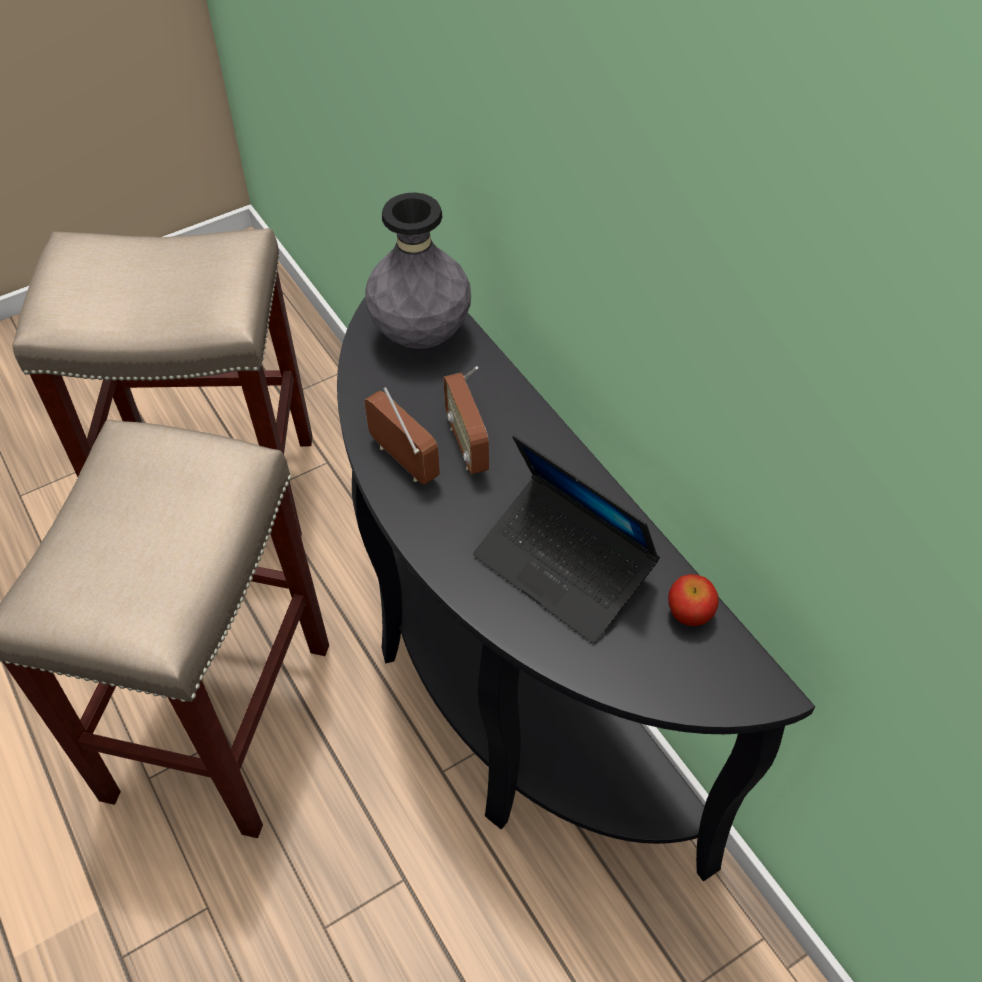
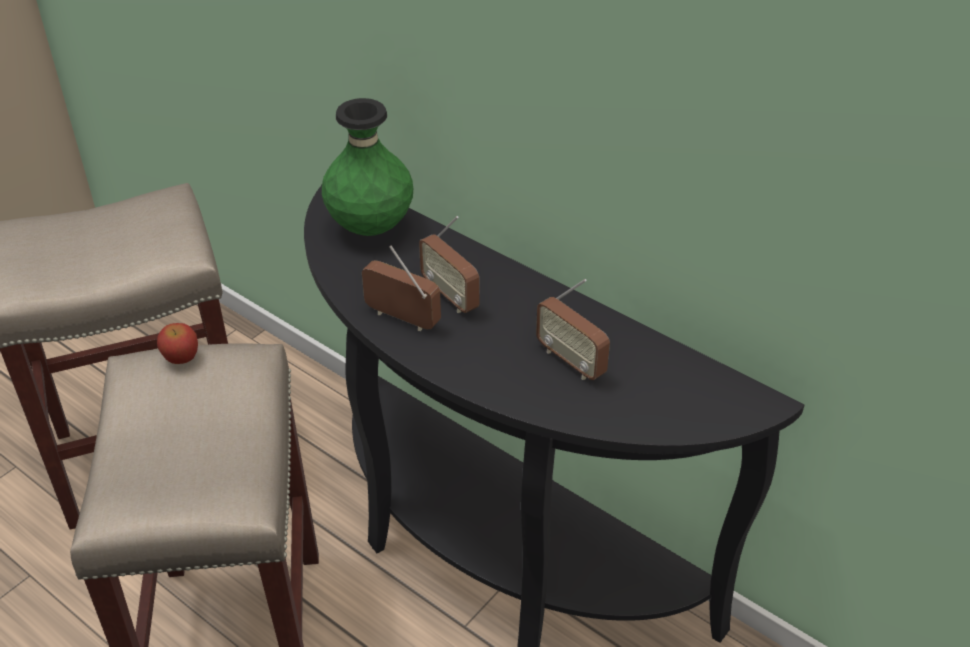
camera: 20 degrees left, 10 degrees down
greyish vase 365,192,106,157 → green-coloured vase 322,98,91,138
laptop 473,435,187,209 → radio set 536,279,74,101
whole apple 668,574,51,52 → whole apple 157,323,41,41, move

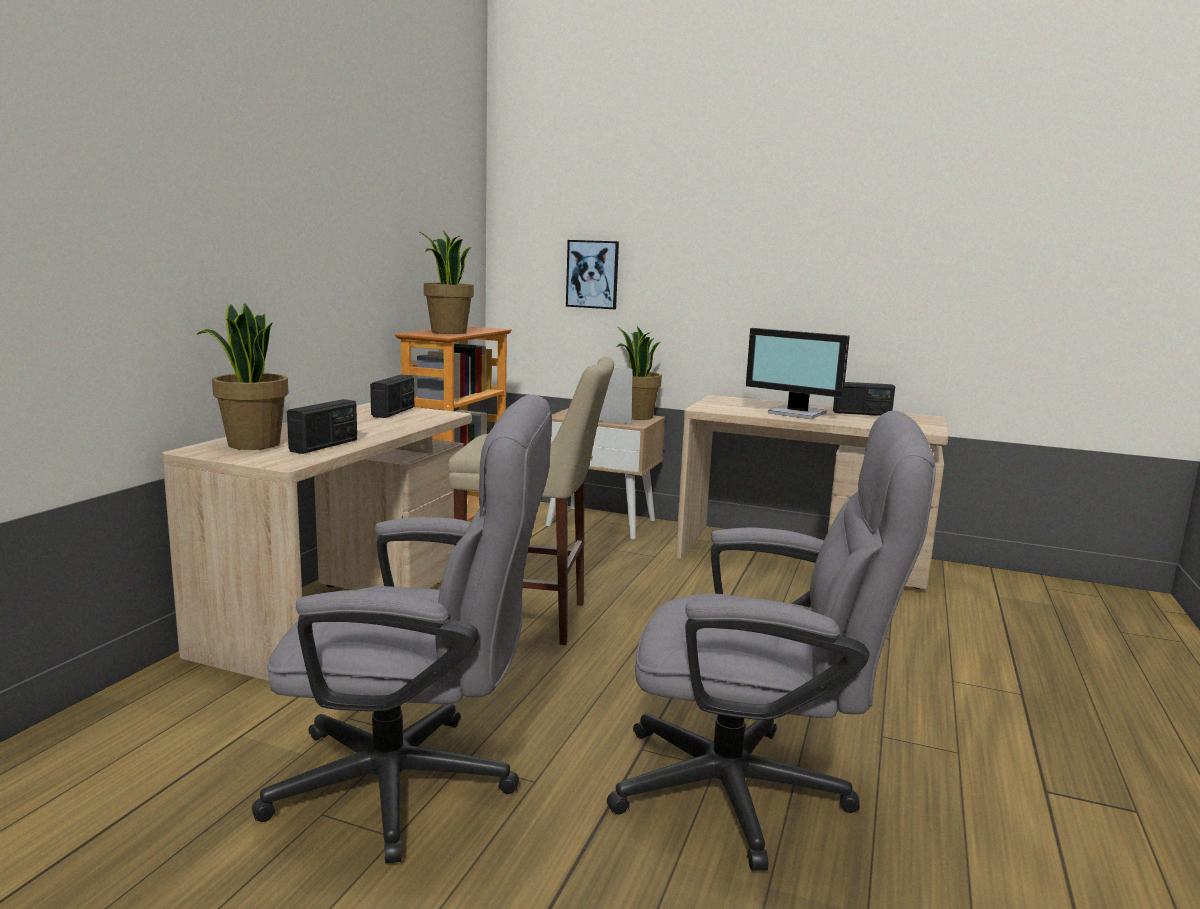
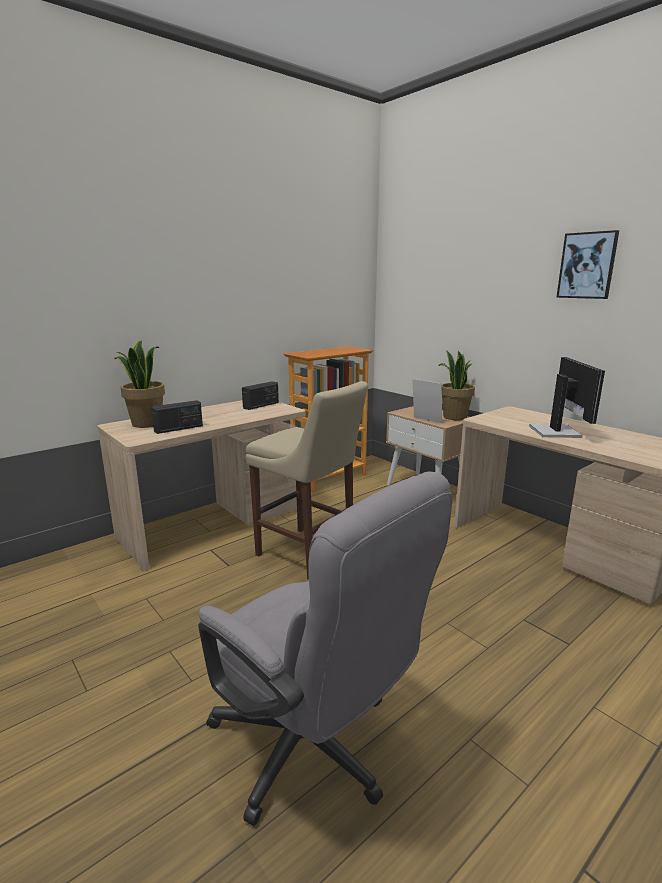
camera: 30 degrees right, 5 degrees up
potted plant 420,230,54,104 → -
picture 566,240,53,69 → picture 556,230,63,69, move
computer screen 746,328,104,91 → computer screen 529,357,76,81, 150 degrees counterclockwise
radio set 833,382,62,34 → -
greyish desk chair 252,395,300,469 → -

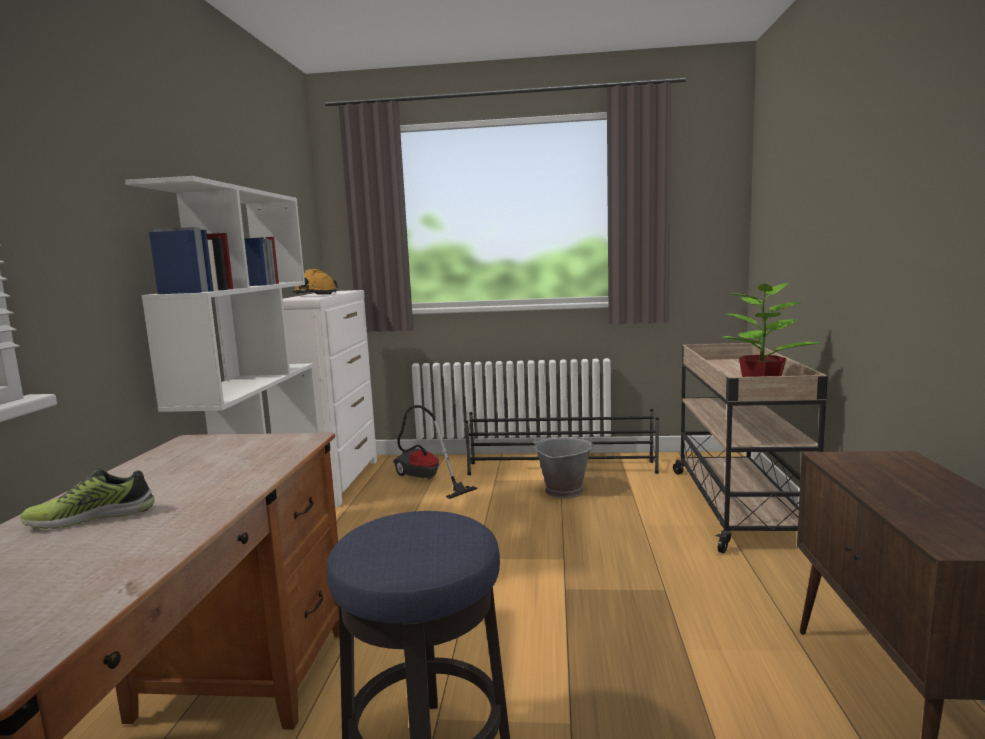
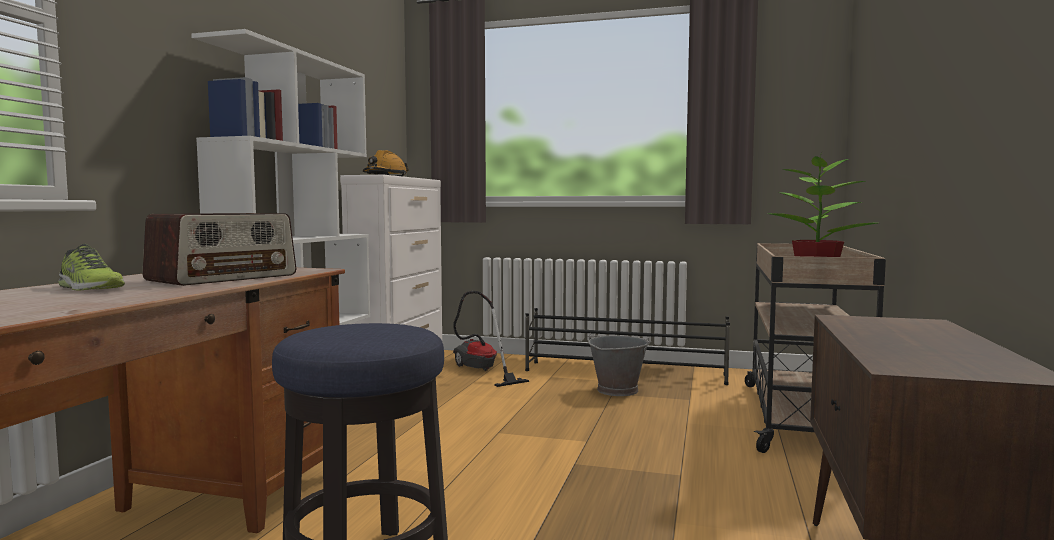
camera: 10 degrees right, 5 degrees down
item of footwear 20,469,135,60 → item of footwear 58,244,67,47, 135 degrees counterclockwise
- → radio set 142,213,154,73

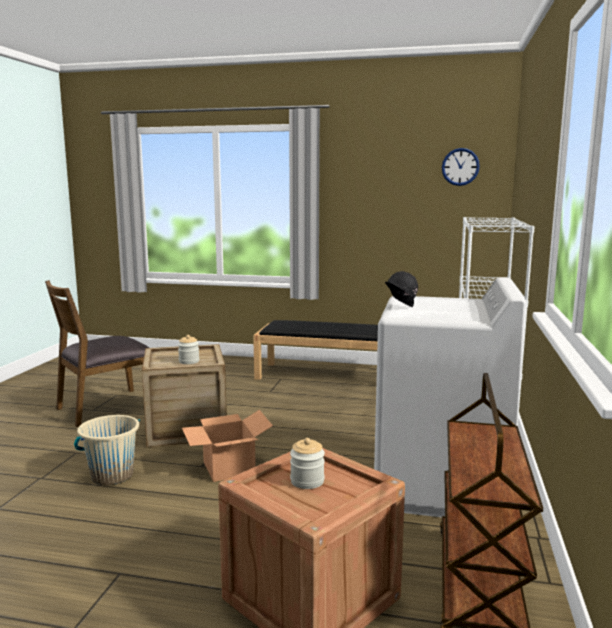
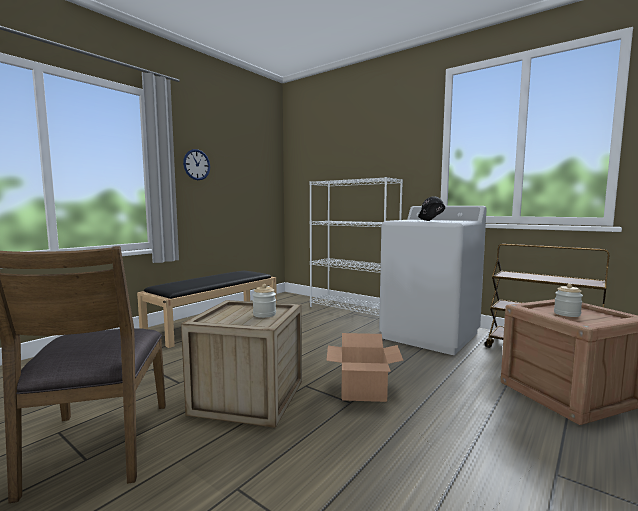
camera: 65 degrees left, 5 degrees down
hanging clock 442,148,38,38 → hanging clock 183,149,27,31, move
sand-coloured pail 74,415,66,70 → -

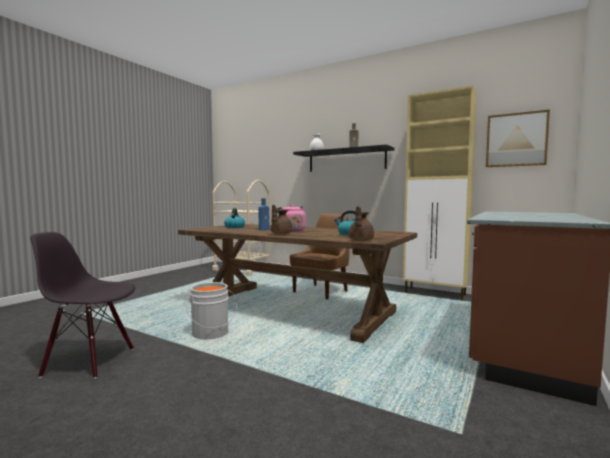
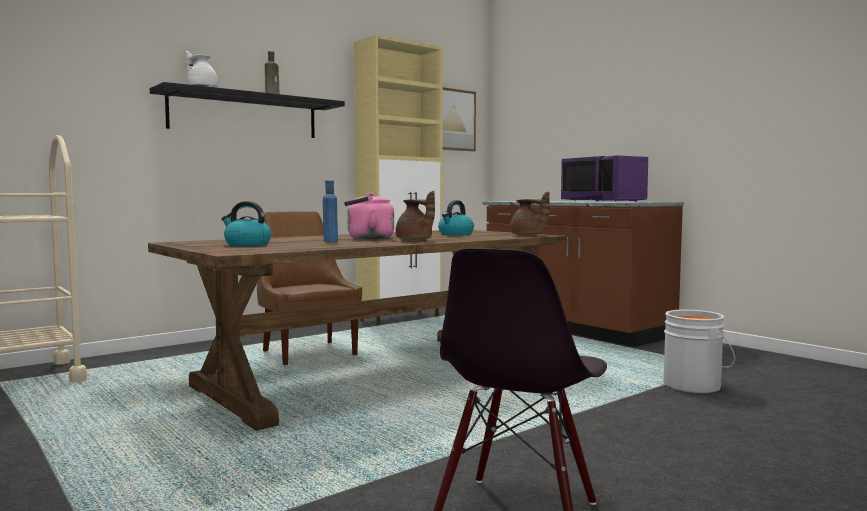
camera: 70 degrees left, 0 degrees up
greyish pail 186,282,51,57 → greyish pail 664,309,71,84, move
- → purple kitchen microwave 561,155,87,47

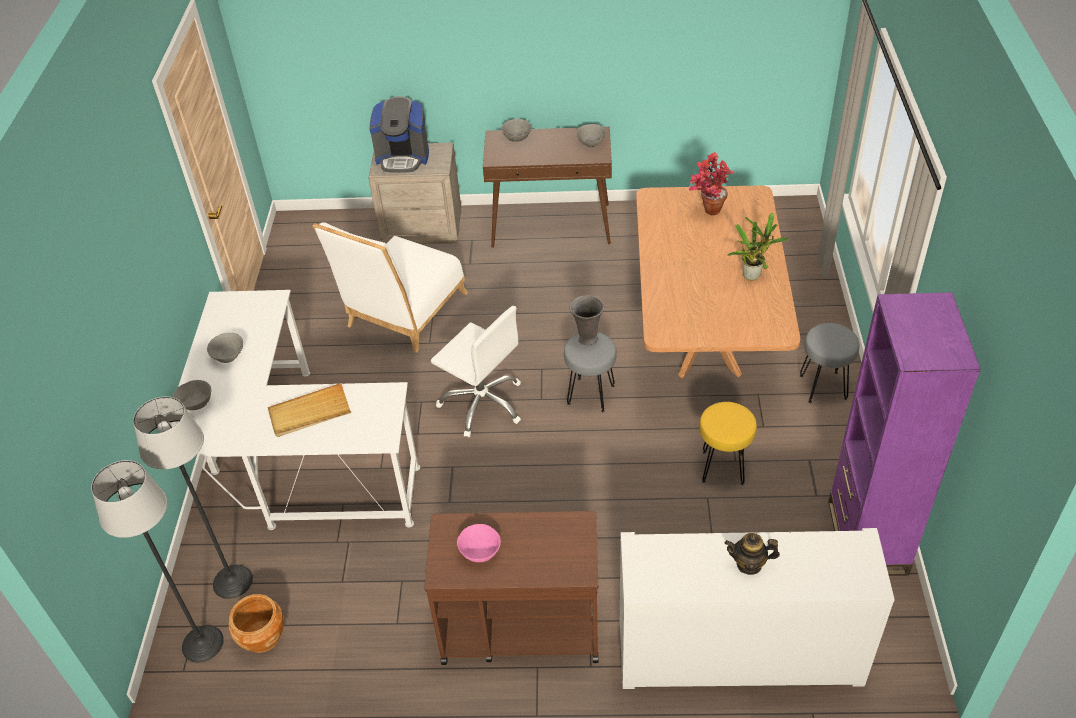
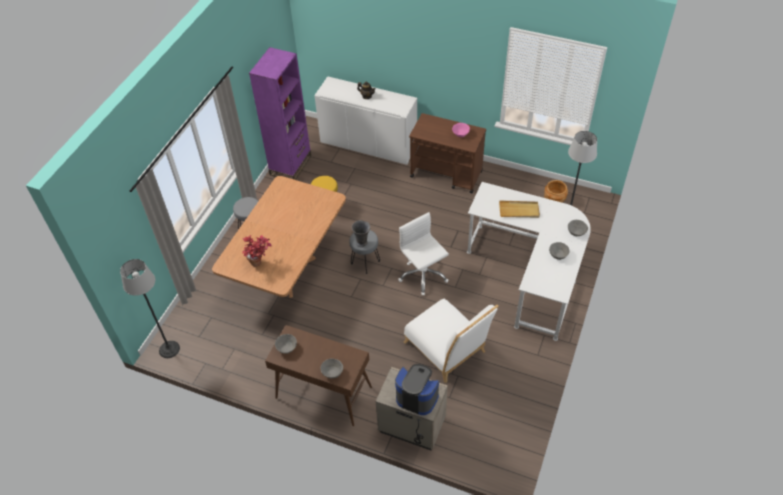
camera: 160 degrees left, 5 degrees up
potted plant 728,213,61,68 → -
white-coloured plain chair 312,222,156,131 → white-coloured plain chair 404,299,95,84, 90 degrees clockwise
standard lamp 91,460,133,203 → standard lamp 120,259,60,99, move

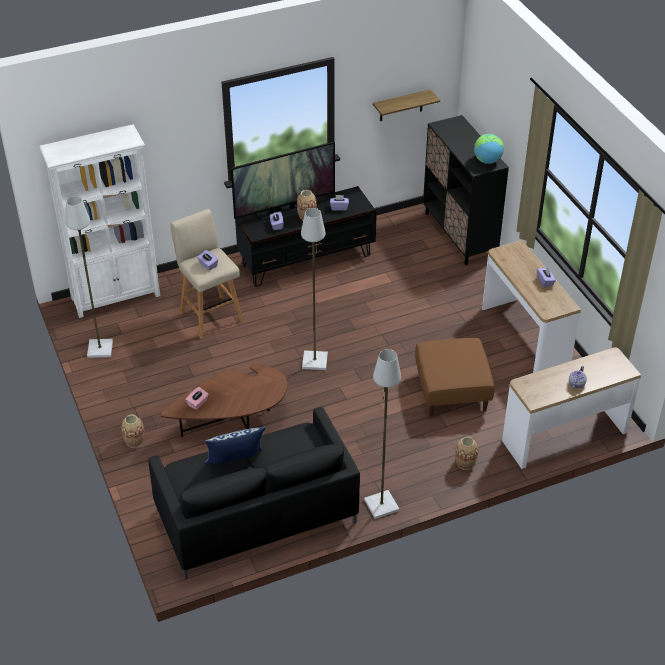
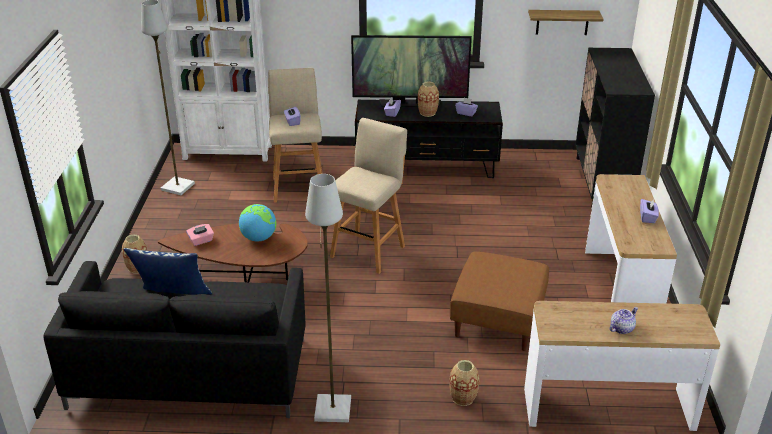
camera: 25 degrees right, 10 degrees down
globe 474,134,30,30 → globe 239,204,37,38, move
greyish standard lamp 301,208,27,162 → sand-coloured sitting stool 330,118,77,156

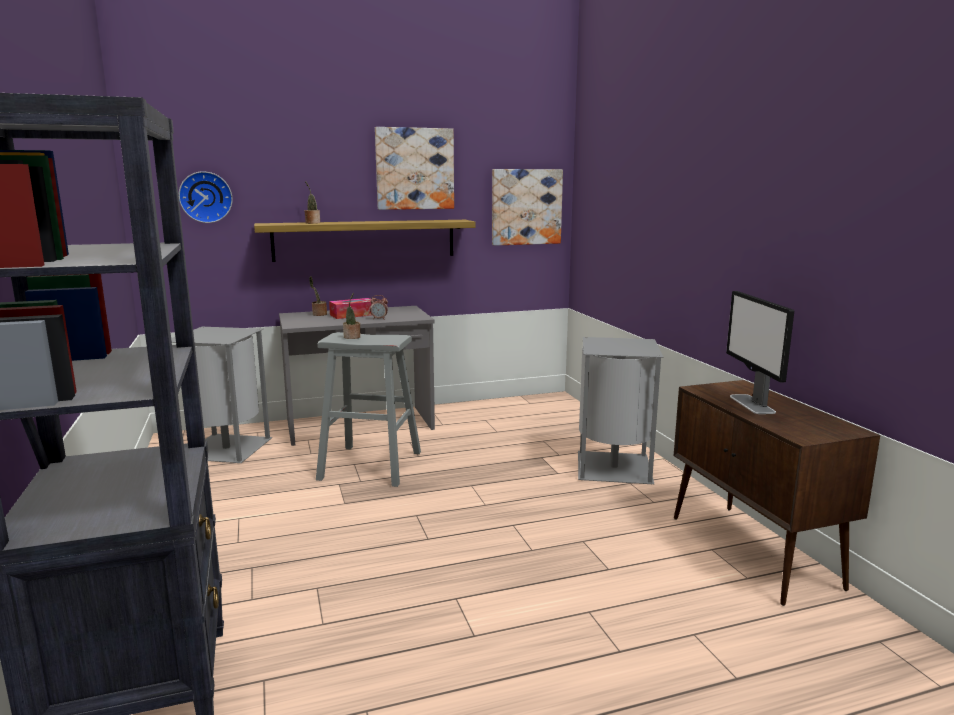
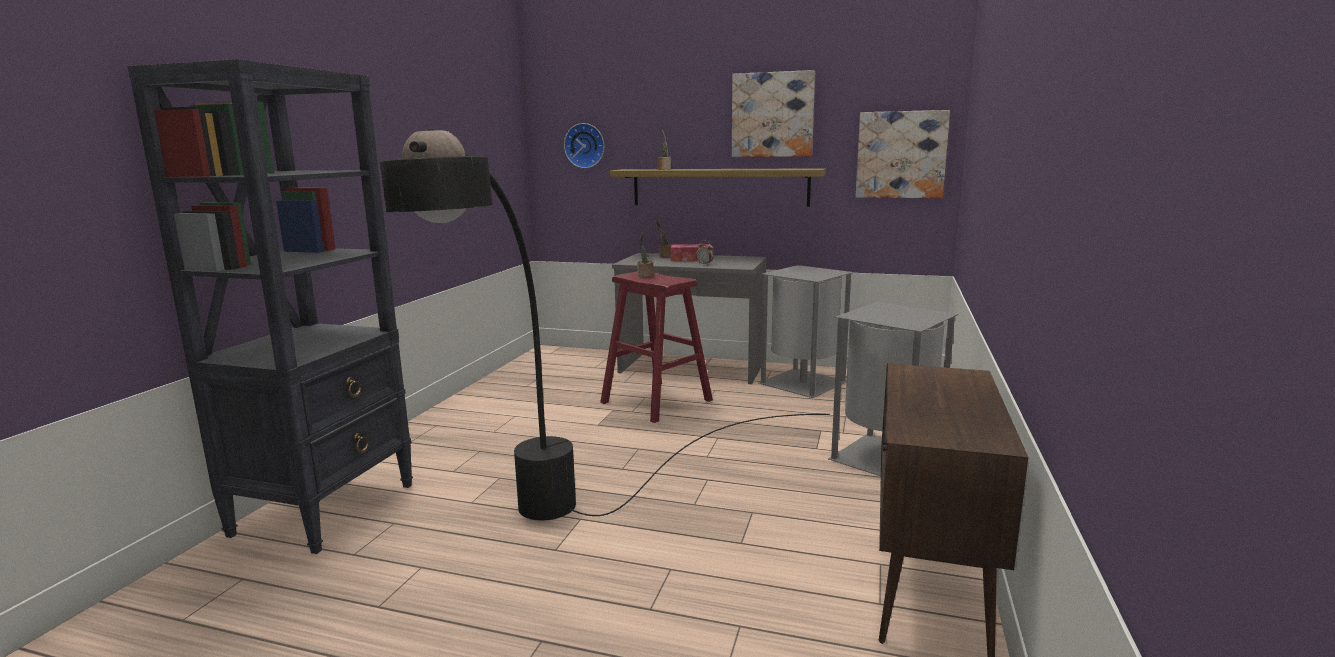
camera: 35 degrees right, 0 degrees up
computer screen 726,291,68,123 → -
greyish rubbish bin 171,327,102,136 → greyish rubbish bin 759,265,95,133, move
greyish sitting stool 316,332,105,155 → reddish sitting stool 600,272,113,151
- → black-coloured standard lamp 379,129,451,392

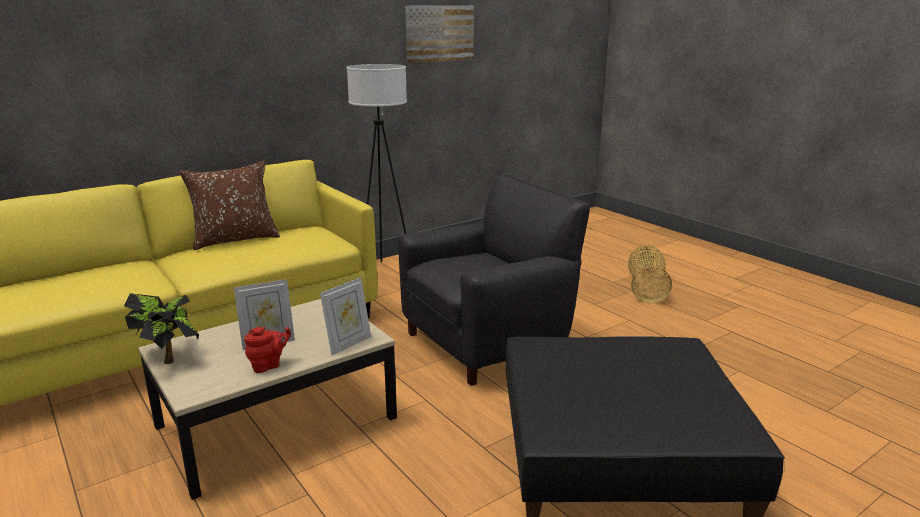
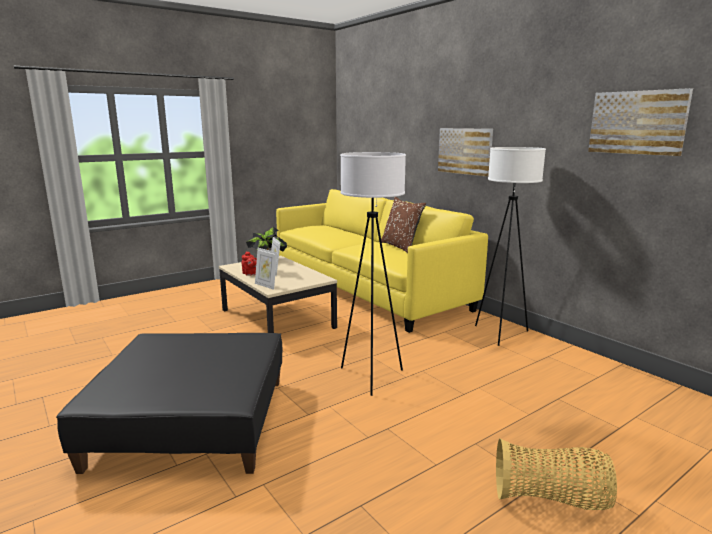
camera: 90 degrees right, 5 degrees down
black-coloured armchair 398,173,192,213 → white-coloured standard lamp 340,152,66,244
- → picture 438,128,55,49

